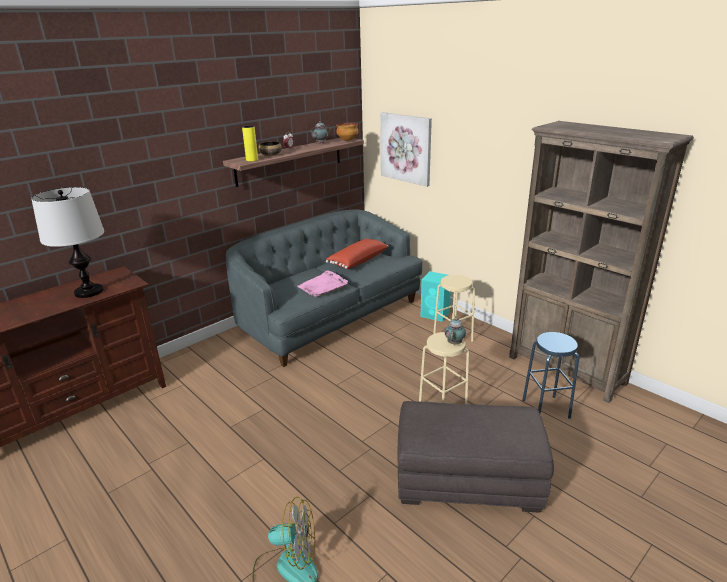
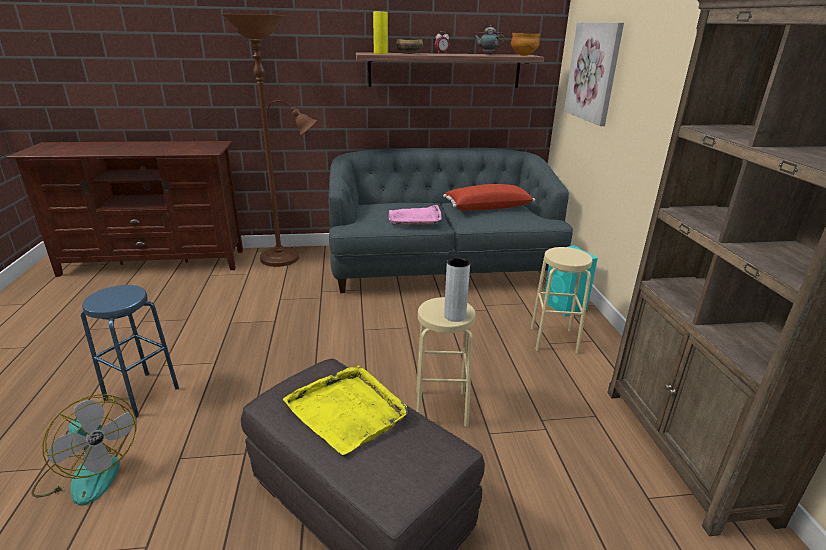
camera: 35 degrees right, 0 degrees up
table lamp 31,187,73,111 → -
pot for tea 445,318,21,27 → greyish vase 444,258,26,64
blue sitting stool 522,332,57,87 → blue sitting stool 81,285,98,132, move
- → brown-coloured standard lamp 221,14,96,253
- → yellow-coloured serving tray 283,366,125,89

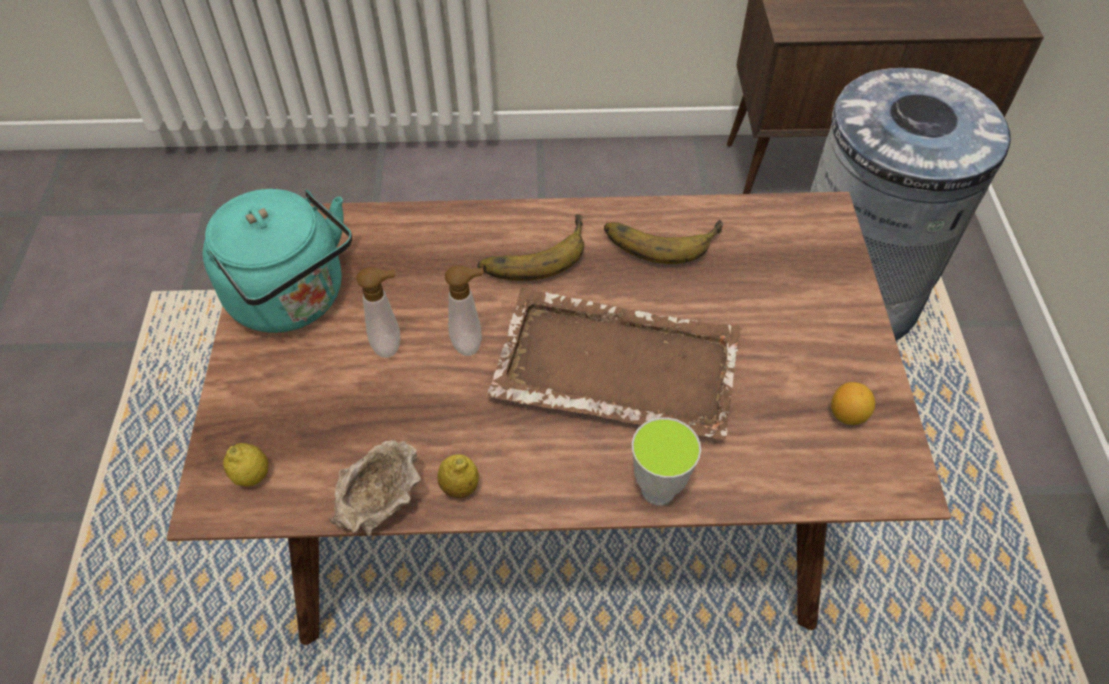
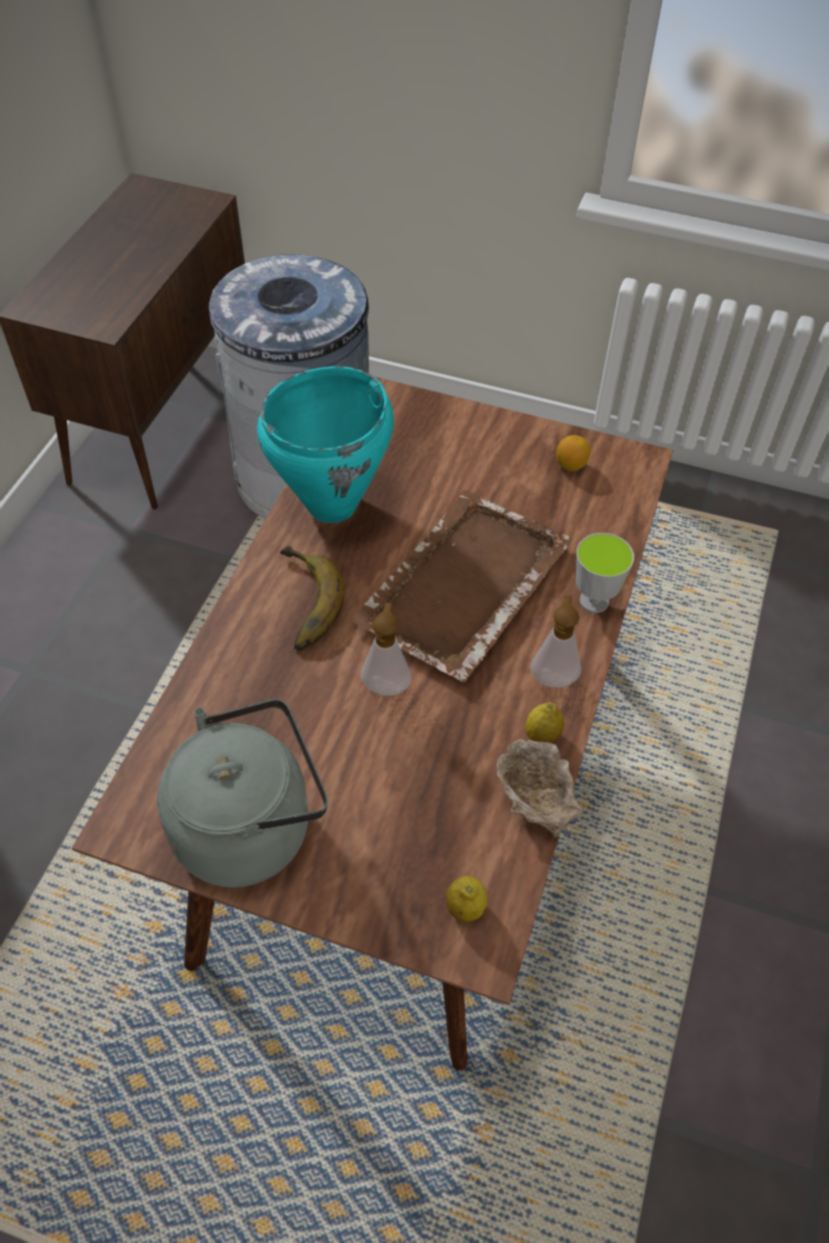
camera: 70 degrees left, 0 degrees up
turquoise water kettle 203,189,149,144 → greyish water kettle 157,698,171,190
banana 604,220,119,44 → turquoise saucepot 257,366,137,157
soap bottle 357,267,43,91 → soap bottle 530,595,51,92, move

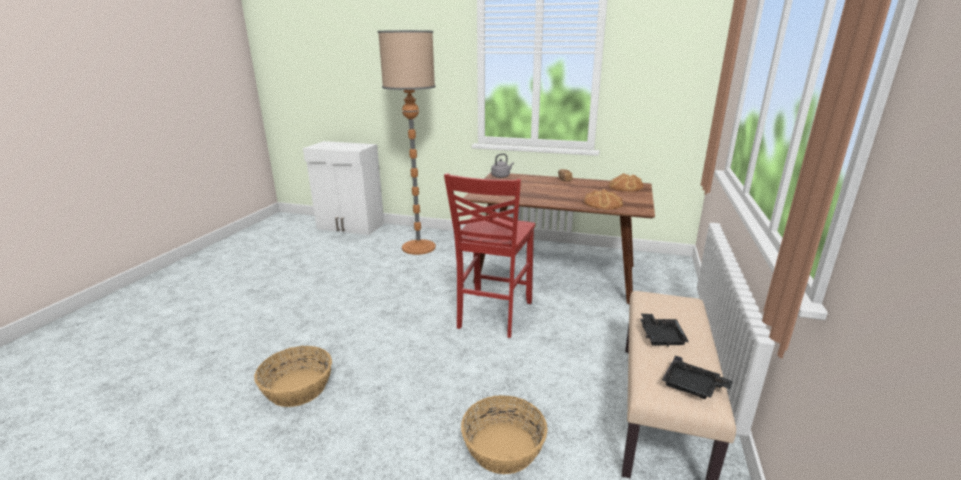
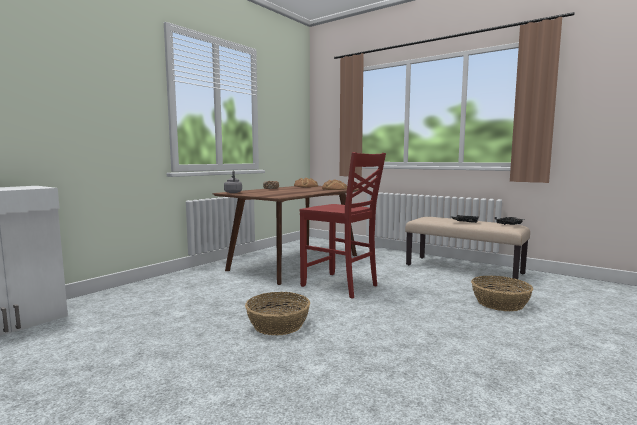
camera: 70 degrees left, 15 degrees down
standard lamp 378,30,58,225 → -
storage basket 254,346,78,61 → storage basket 245,292,65,43, move

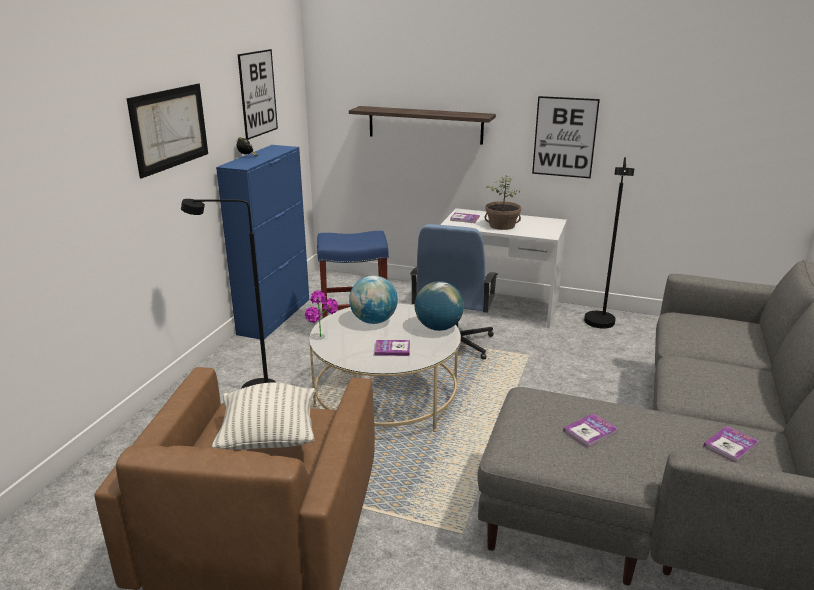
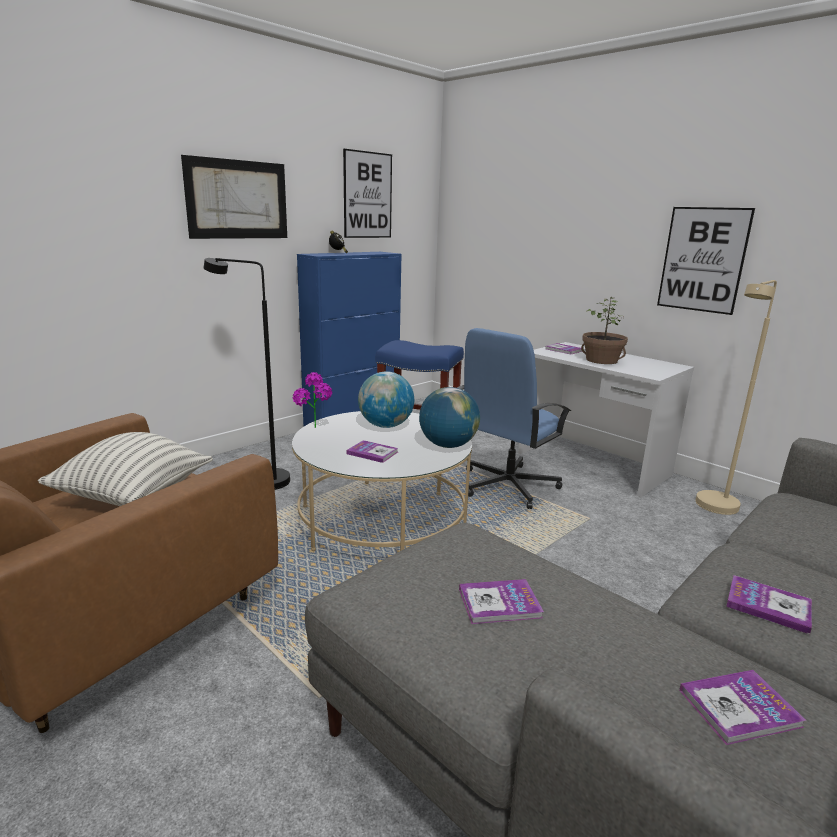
camera: 25 degrees right, 5 degrees down
bracket shelf 349,106,147,39 → -
black-coloured standard lamp 584,157,50,172 → sand-coloured standard lamp 695,280,82,235
- → bound book 726,575,86,59

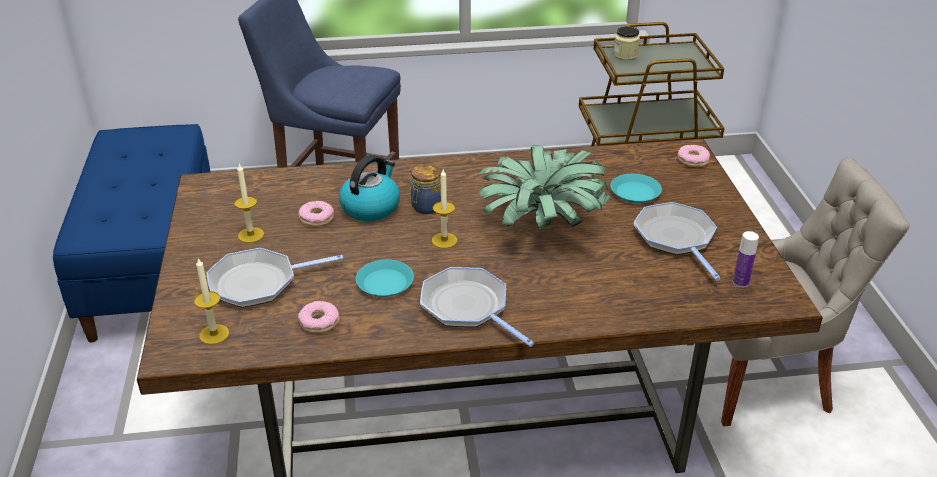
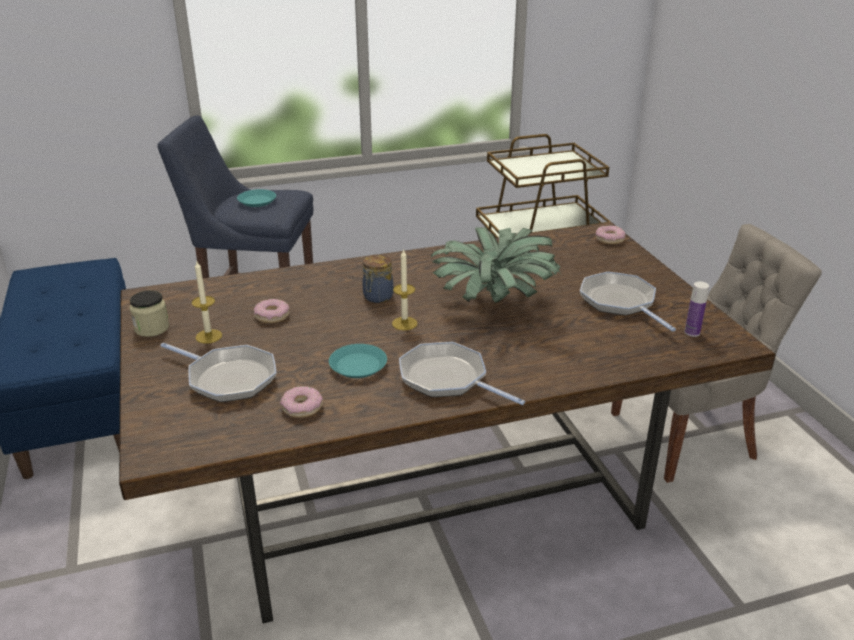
camera: 10 degrees left, 5 degrees down
jar 613,26,27,34 → jar 130,290,39,47, move
water kettle 339,155,61,66 → -
turquoise flat dish 610,174,52,29 → turquoise flat dish 237,189,39,18, move
pan 206,248,137,60 → pan 160,343,116,59, 120 degrees counterclockwise
candle 194,258,35,87 → -

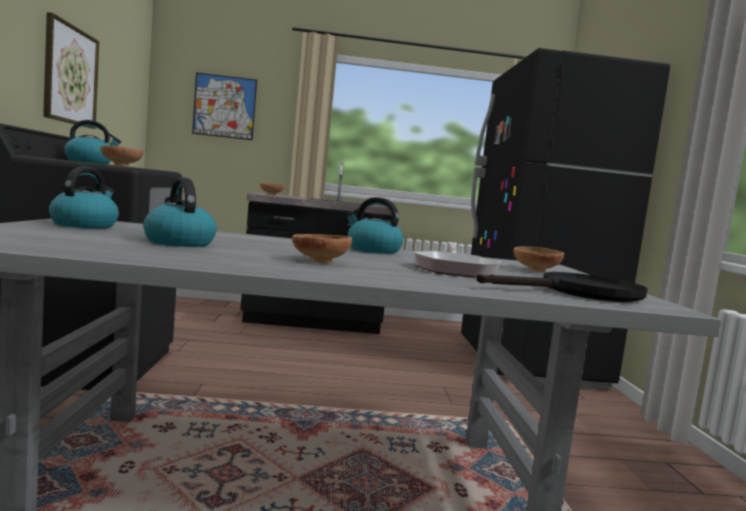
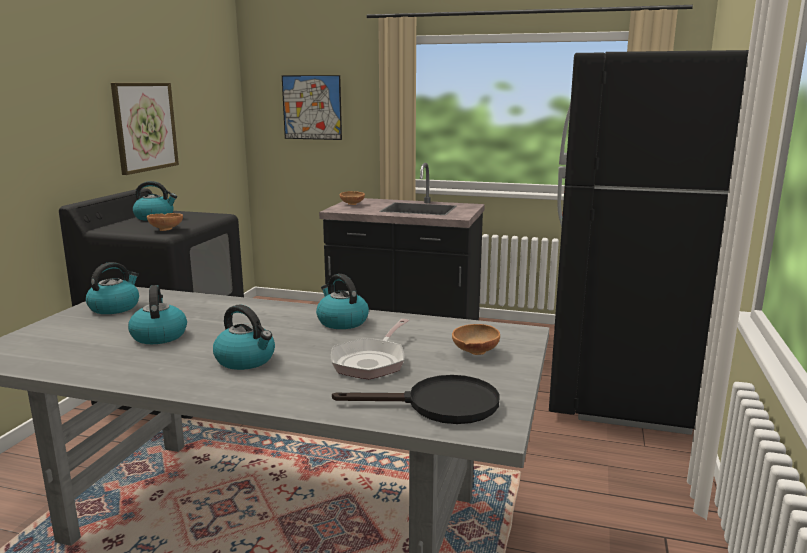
camera: 20 degrees right, 10 degrees up
brown-coloured deep dish 292,234,60,29 → water kettle 213,304,62,66

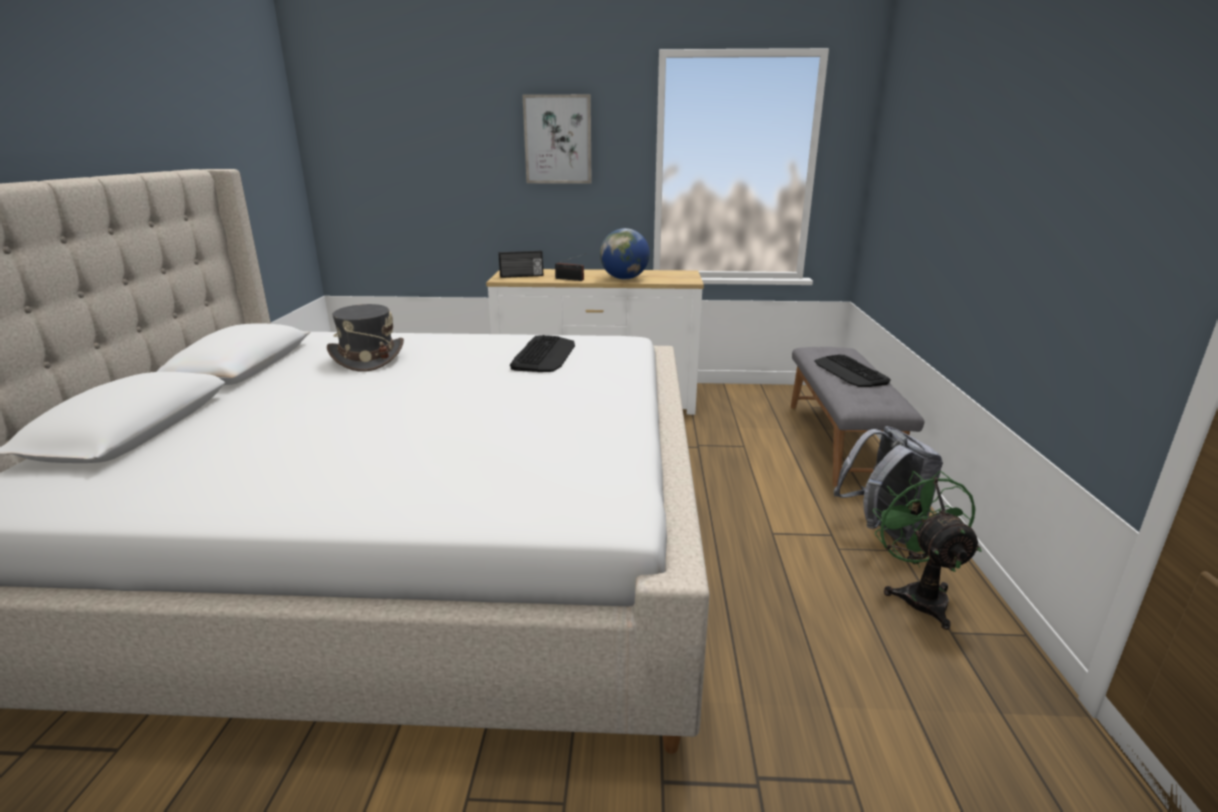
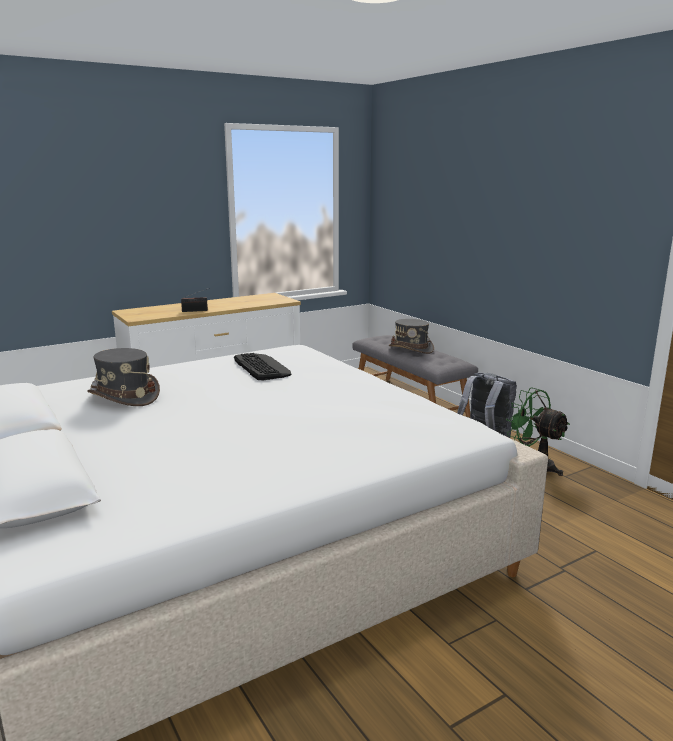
camera: 35 degrees left, 5 degrees down
picture 523,94,69,90 → -
globe 600,228,50,51 → -
radio set 498,250,45,28 → -
PC keyboard 814,354,77,33 → greyish clothing hat 389,319,45,35

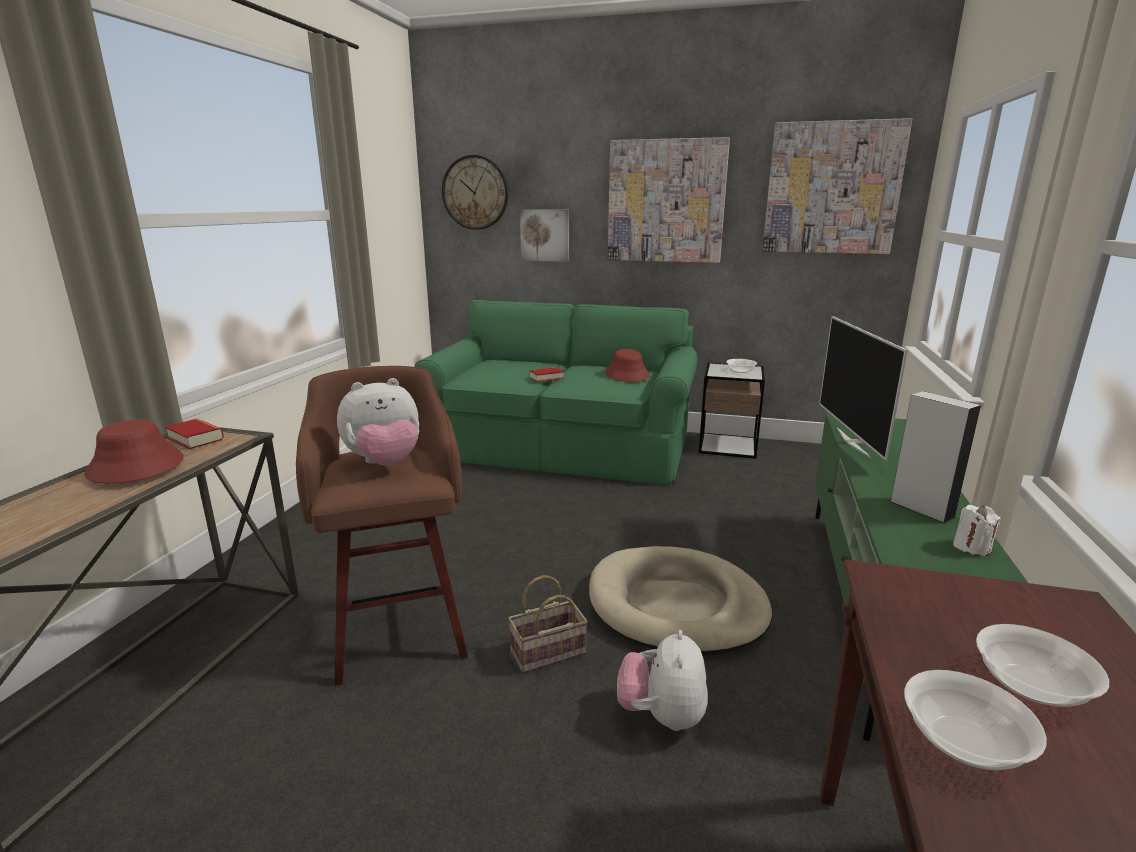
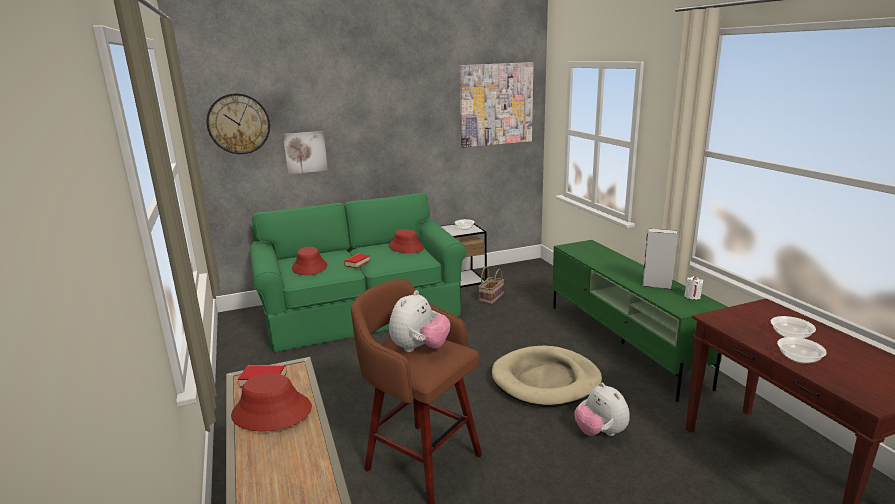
camera: 35 degrees left, 0 degrees up
picture 608,137,122,126 → -
TV 819,316,89,144 → -
storage basket 508,575,80,99 → storage basket 478,267,26,37, move
- → reddish clothing hat 292,247,35,28

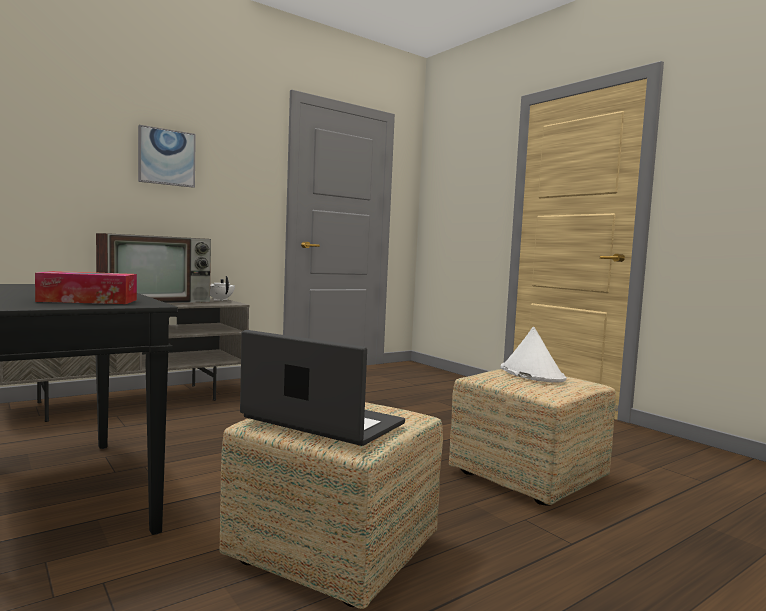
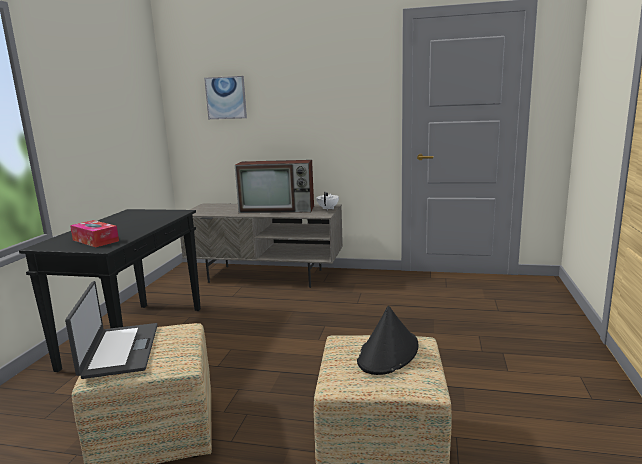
camera: 50 degrees right, 10 degrees up
picture 138,125,58,63 → picture 204,76,43,43, move
white-coloured clothing hat 501,327,66,56 → black-coloured clothing hat 357,306,61,69

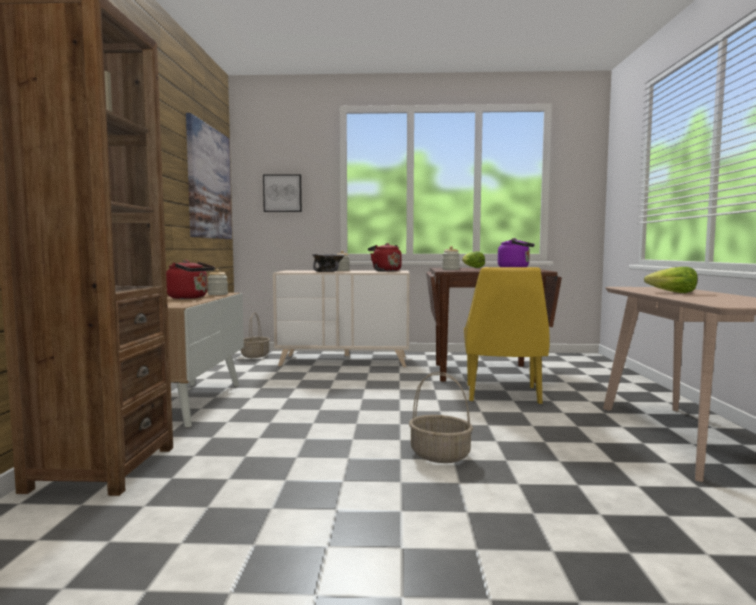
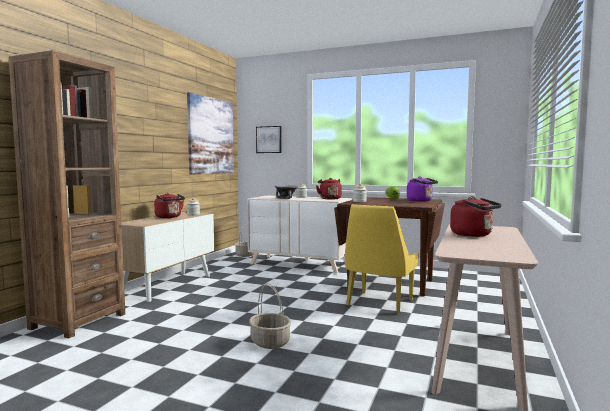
camera: 20 degrees right, 0 degrees up
lettuce head 644,267,54,26 → reddish water kettle 450,196,52,41

